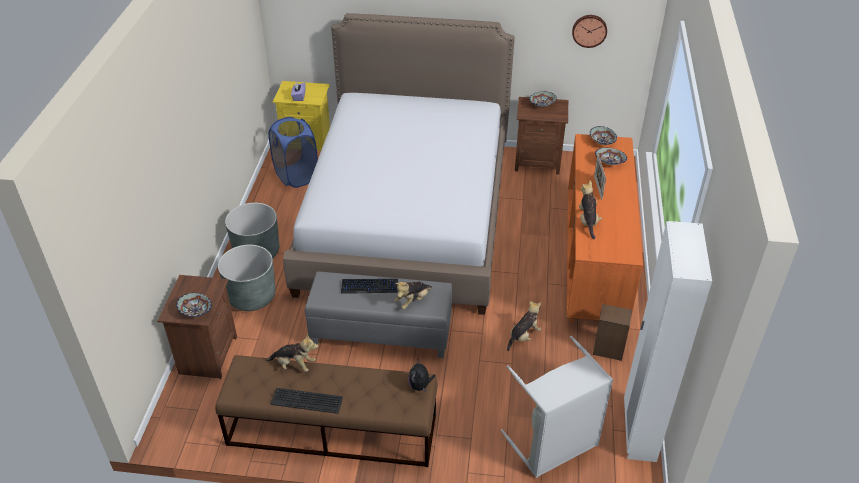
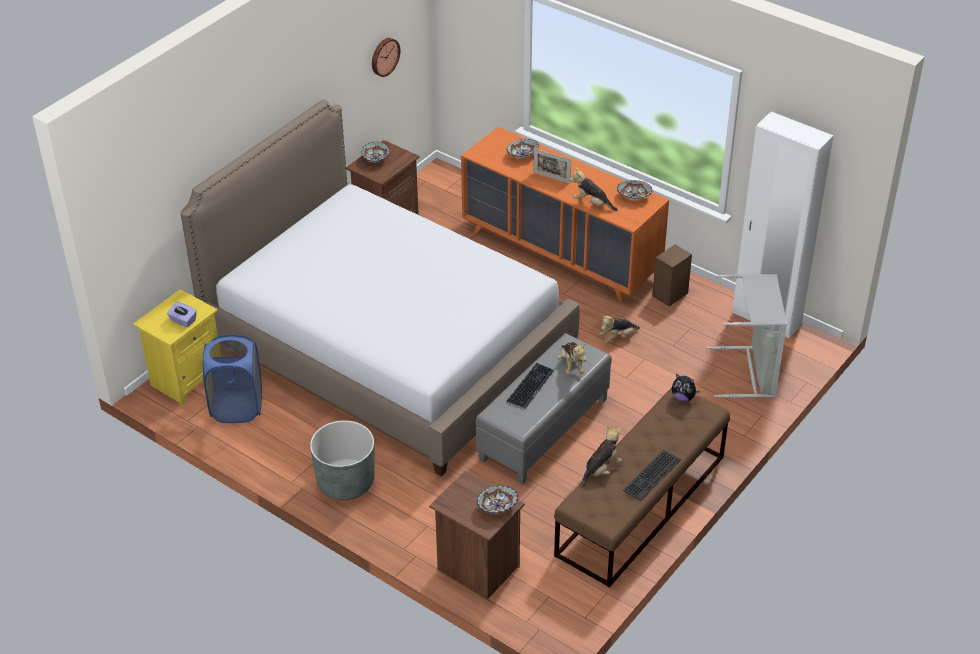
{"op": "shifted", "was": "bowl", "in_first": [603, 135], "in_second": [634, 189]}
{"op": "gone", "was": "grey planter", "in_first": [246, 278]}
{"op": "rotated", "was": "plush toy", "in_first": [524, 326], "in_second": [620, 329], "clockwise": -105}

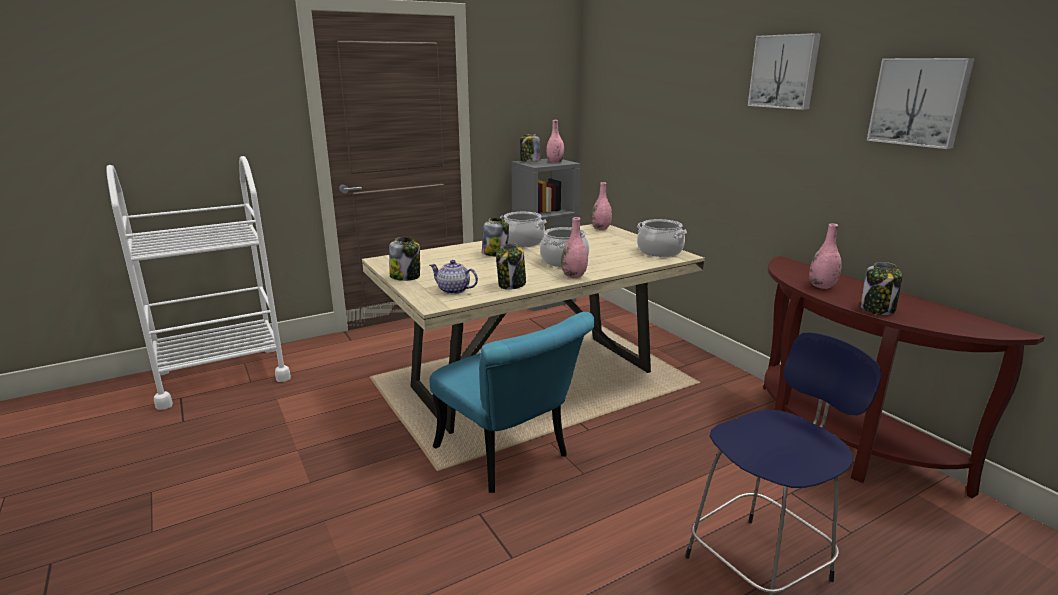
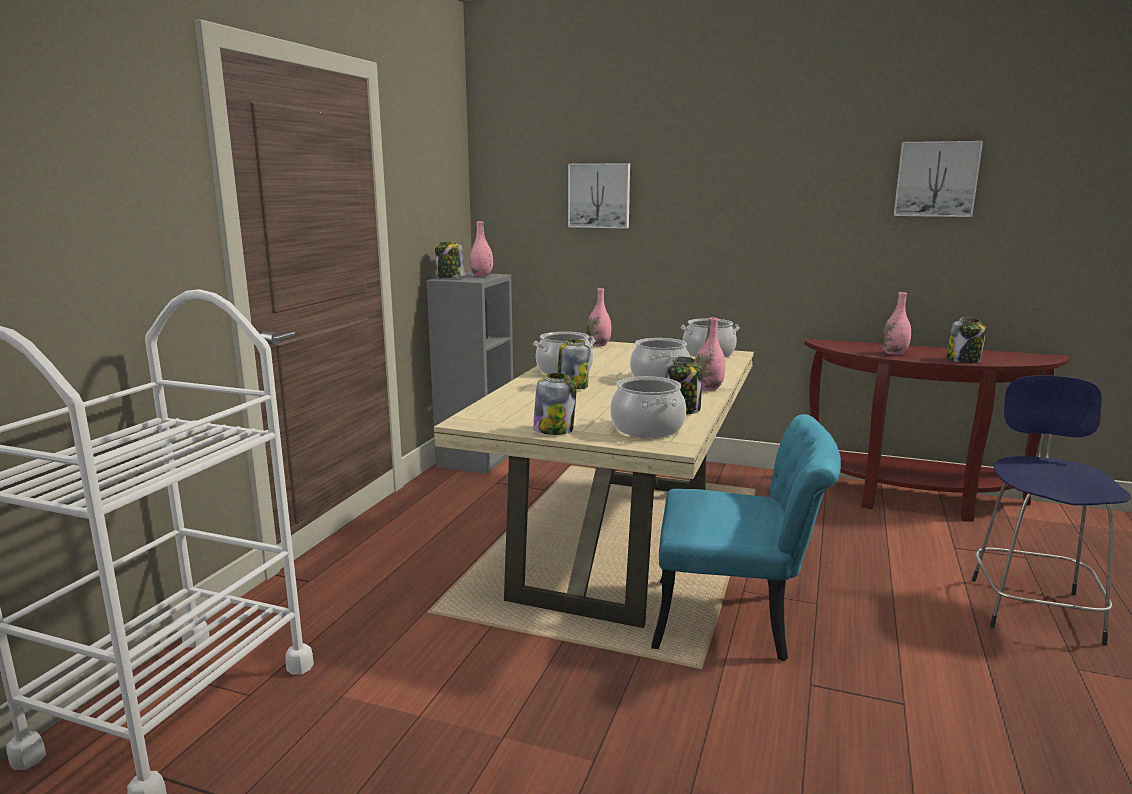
{"op": "shifted", "was": "picture", "in_first": [784, 71], "in_second": [599, 196]}
{"op": "swapped", "was": "teapot", "now": "cooking pot", "in_first": [454, 277], "in_second": [648, 407]}

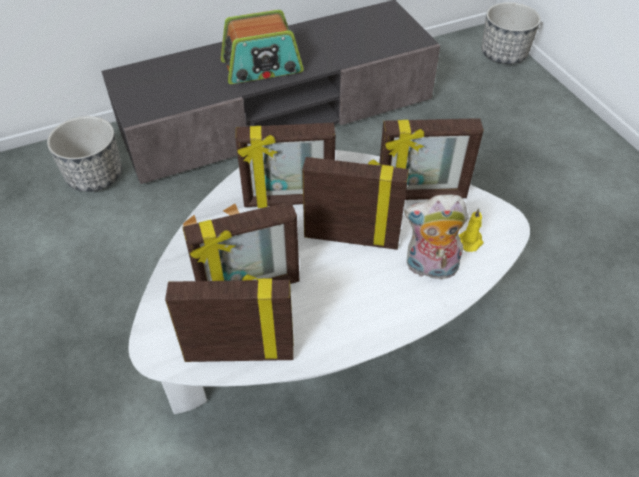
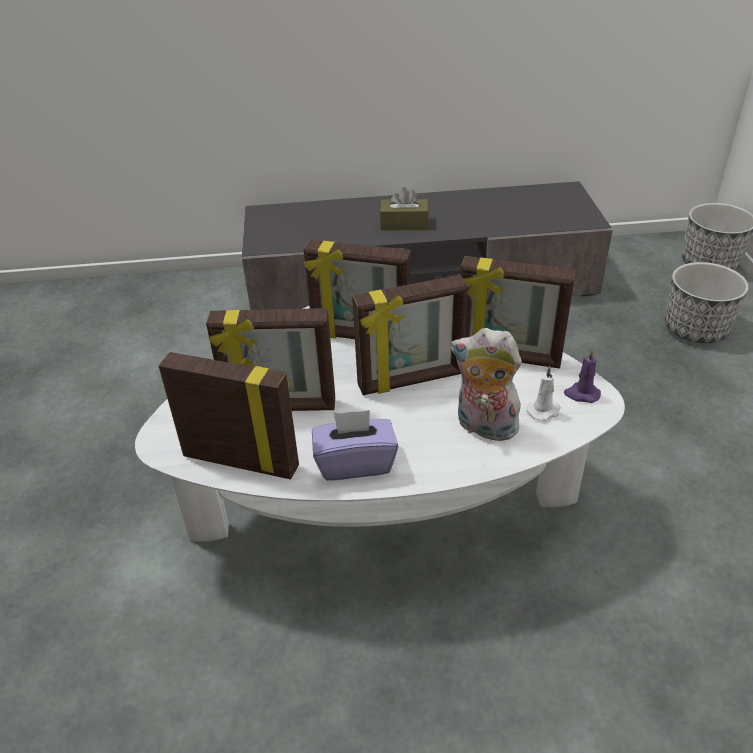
{"op": "swapped", "was": "radio", "now": "brown tissue box", "in_first": [262, 47], "in_second": [404, 208]}
{"op": "shifted", "was": "planter", "in_first": [84, 154], "in_second": [707, 302]}
{"op": "rotated", "was": "picture frame", "in_first": [355, 203], "in_second": [410, 335], "clockwise": 135}
{"op": "repainted", "was": "yellow candle", "now": "white candle", "in_first": [471, 230], "in_second": [543, 393]}
{"op": "new", "now": "purple candle", "in_second": [582, 376]}
{"op": "new", "now": "purple tissue box", "in_second": [355, 445]}

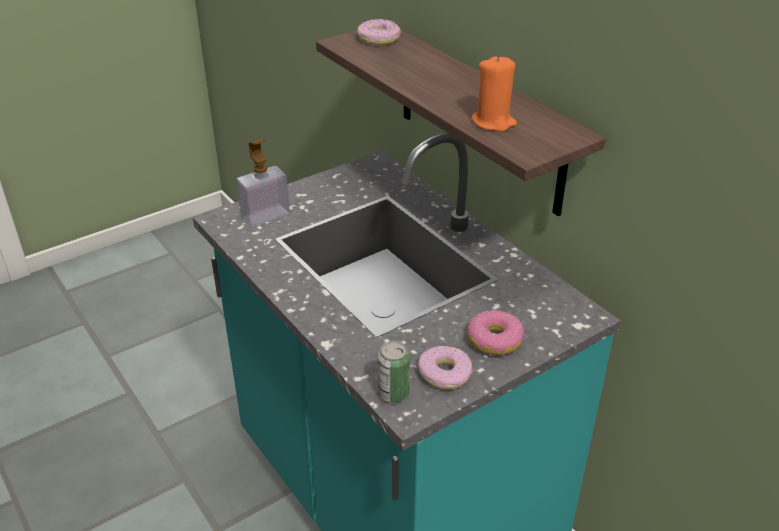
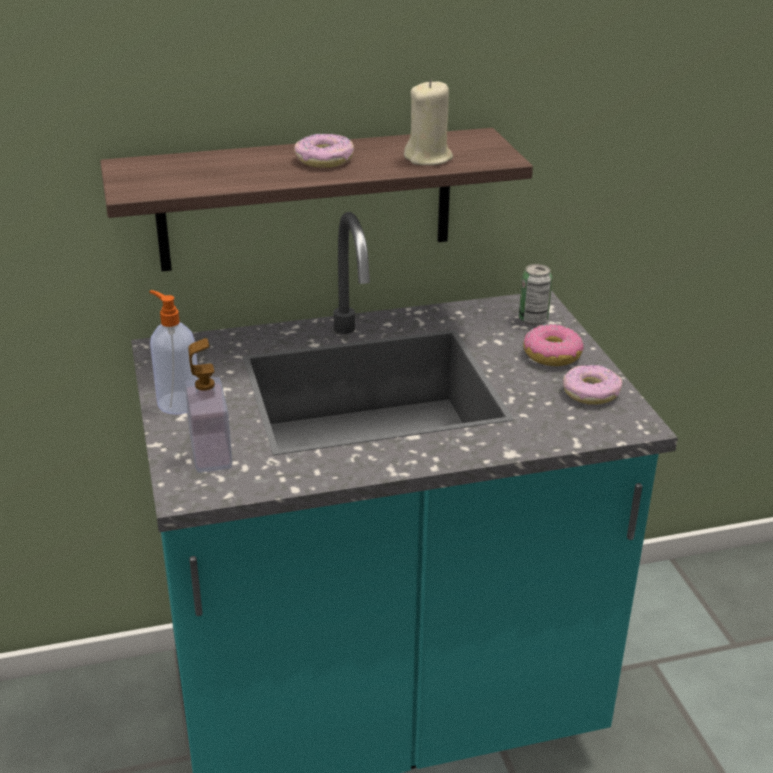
{"op": "shifted", "was": "donut", "in_first": [379, 32], "in_second": [324, 151]}
{"op": "repainted", "was": "orange candle", "now": "beige candle", "in_first": [494, 93], "in_second": [428, 122]}
{"op": "shifted", "was": "can", "in_first": [393, 372], "in_second": [535, 294]}
{"op": "new", "now": "soap dispenser", "in_second": [174, 352]}

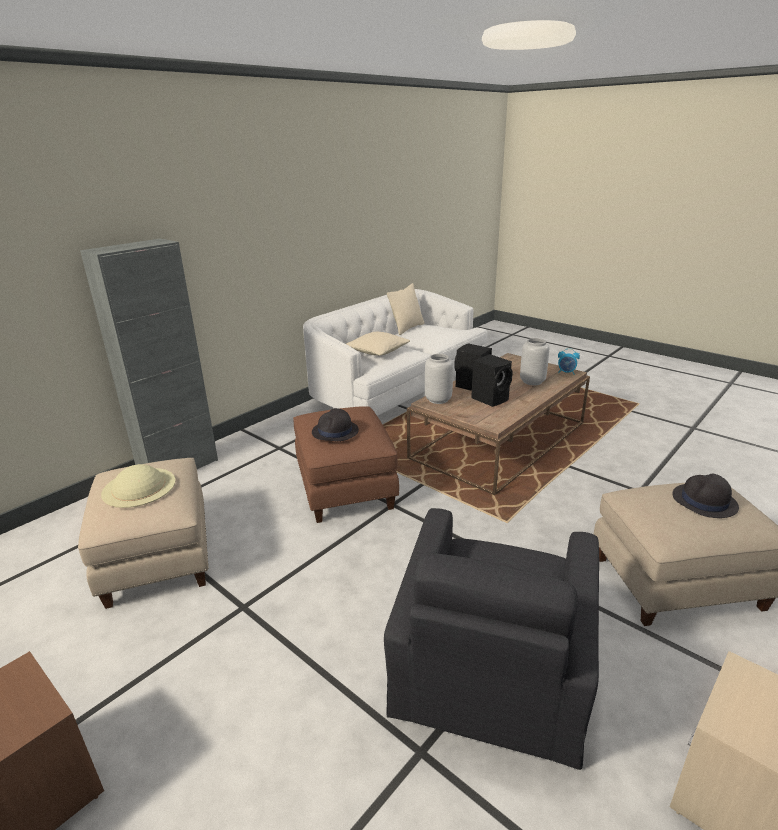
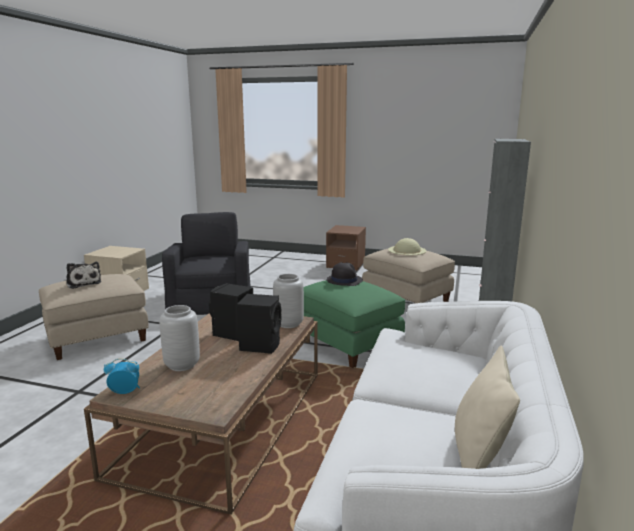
{"op": "gone", "was": "beige pillow", "in_first": [378, 344]}
{"op": "repainted", "was": "brown ottoman", "now": "green ottoman", "in_first": [346, 464], "in_second": [354, 324]}
{"op": "swapped", "was": "black hat", "now": "plush toy", "in_first": [705, 495], "in_second": [84, 275]}

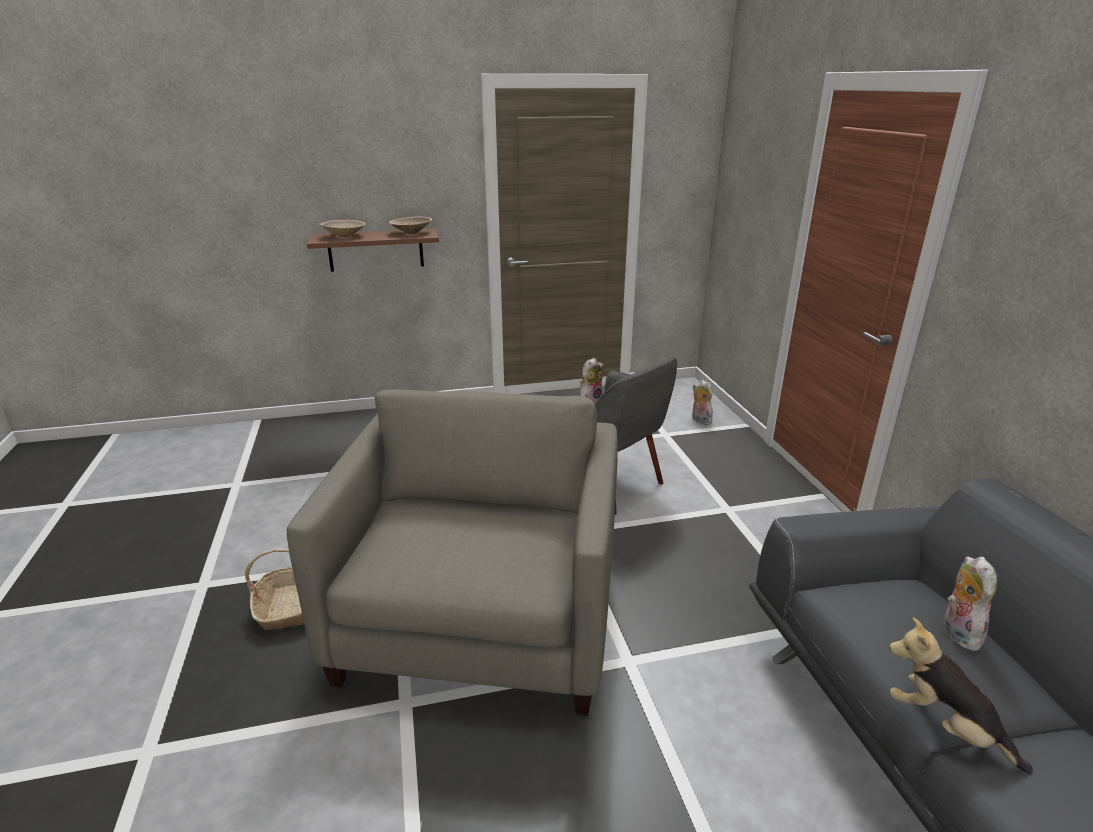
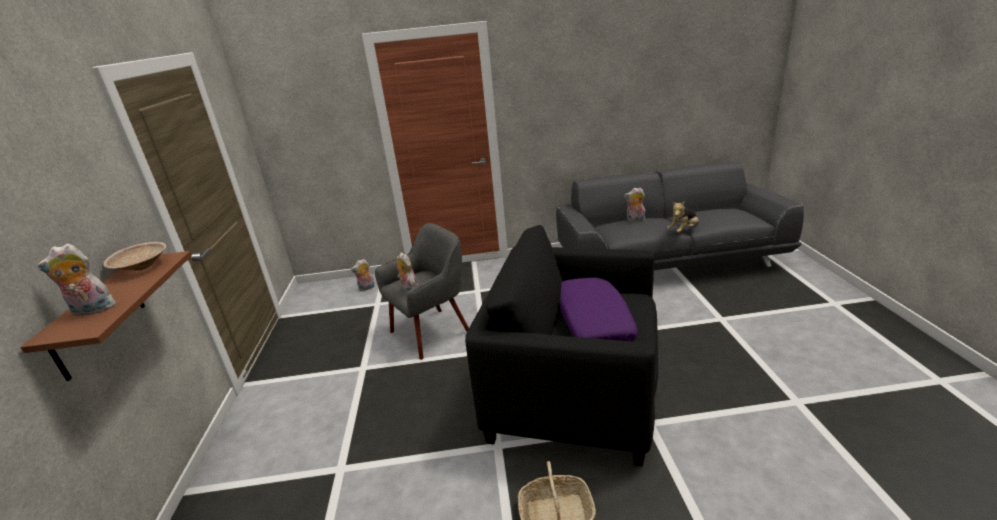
{"op": "swapped", "was": "beige bowl", "now": "plush toy", "in_first": [343, 228], "in_second": [77, 280]}
{"op": "repainted", "was": "beige armchair", "now": "black armchair", "in_first": [452, 553], "in_second": [561, 345]}
{"op": "new", "now": "purple pillow", "in_second": [599, 309]}

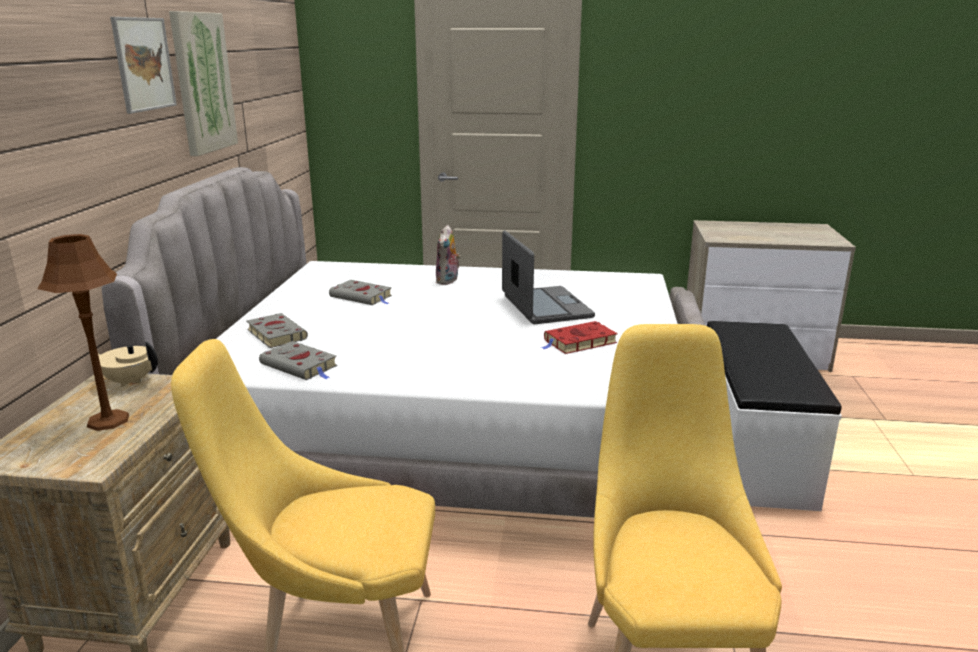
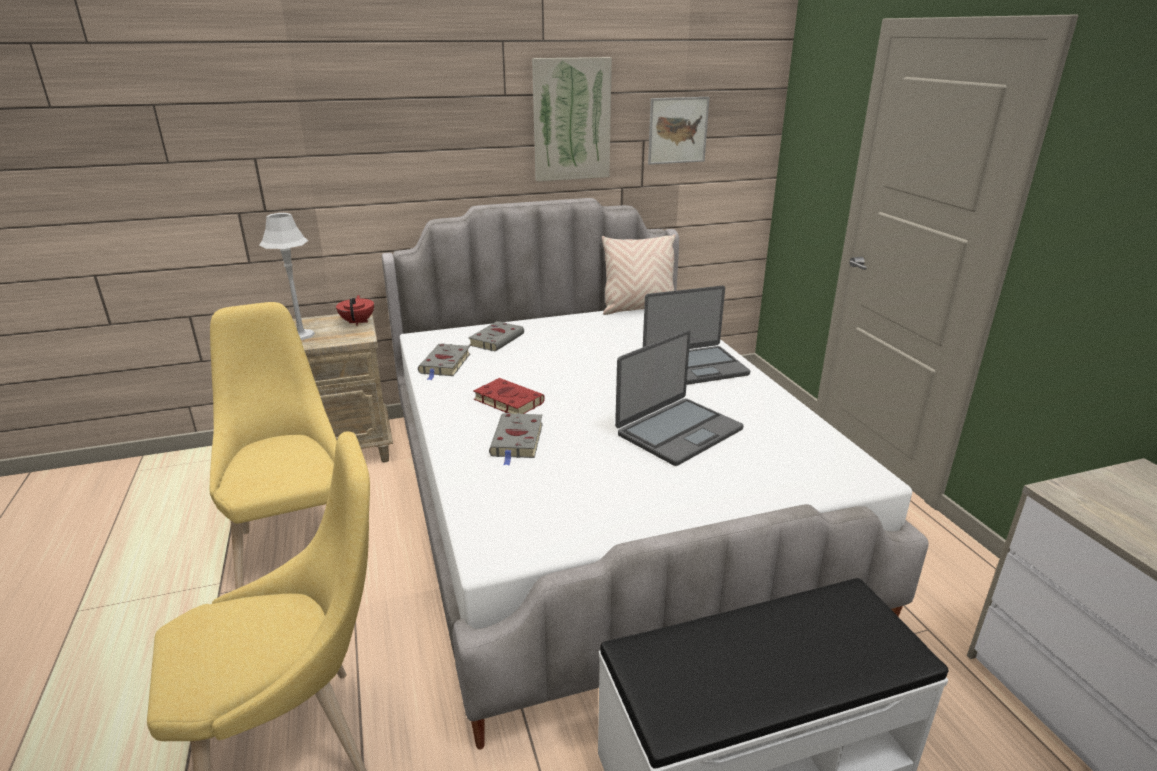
{"op": "shifted", "was": "picture", "in_first": [143, 65], "in_second": [679, 131]}
{"op": "swapped", "was": "plush toy", "now": "laptop", "in_first": [448, 255], "in_second": [696, 335]}
{"op": "repainted", "was": "brown table lamp", "now": "grey table lamp", "in_first": [83, 332], "in_second": [287, 276]}
{"op": "shifted", "was": "grey book", "in_first": [360, 292], "in_second": [516, 439]}
{"op": "shifted", "was": "red book", "in_first": [579, 337], "in_second": [509, 396]}
{"op": "repainted", "was": "beige teapot", "now": "red teapot", "in_first": [128, 364], "in_second": [355, 310]}
{"op": "new", "now": "beige pillow", "in_second": [638, 274]}

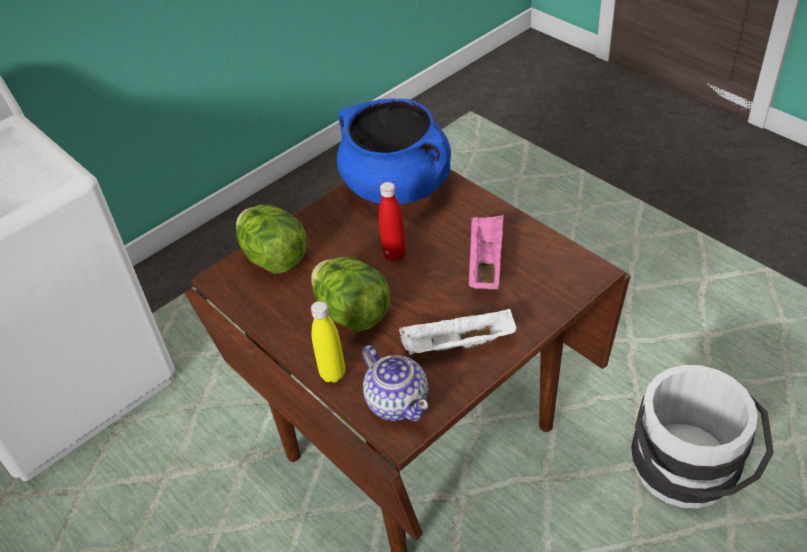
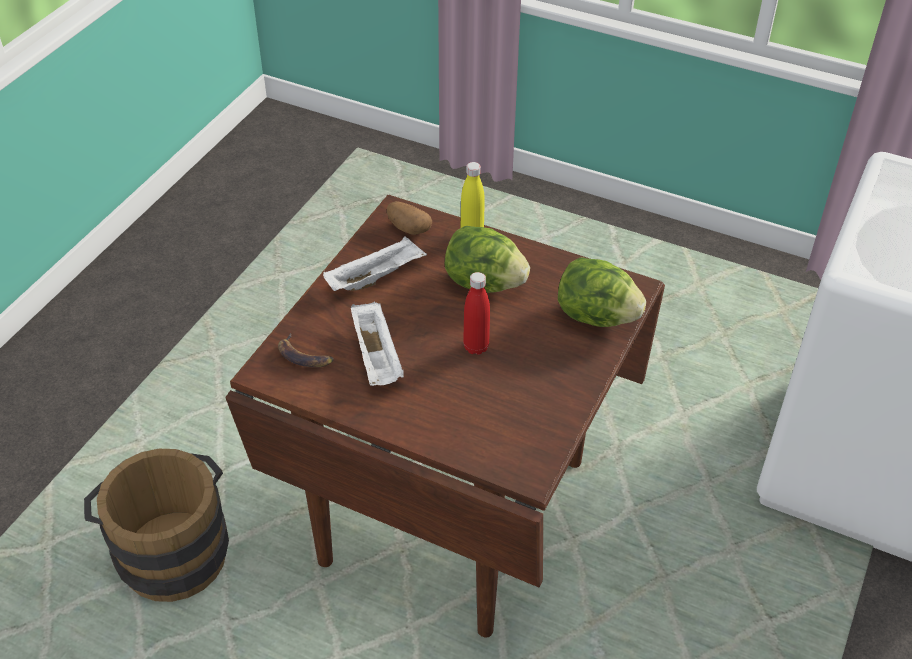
{"op": "gone", "was": "blue cooking pot", "in_first": [394, 151]}
{"op": "repainted", "was": "pink tray", "now": "white tray", "in_first": [486, 252], "in_second": [377, 344]}
{"op": "swapped", "was": "teapot", "now": "potato", "in_first": [395, 383], "in_second": [409, 218]}
{"op": "repainted", "was": "white bucket", "now": "brown bucket", "in_first": [702, 436], "in_second": [156, 525]}
{"op": "new", "now": "banana", "in_second": [306, 350]}

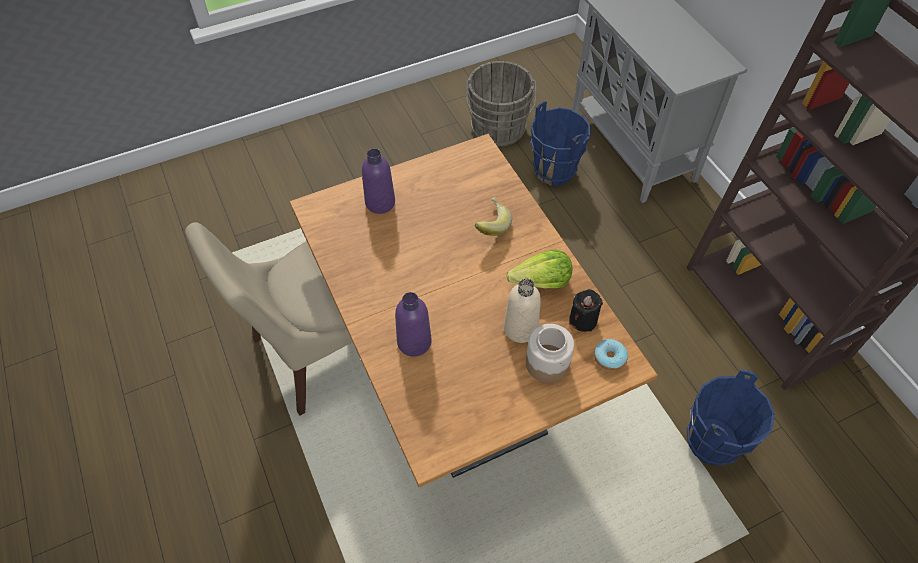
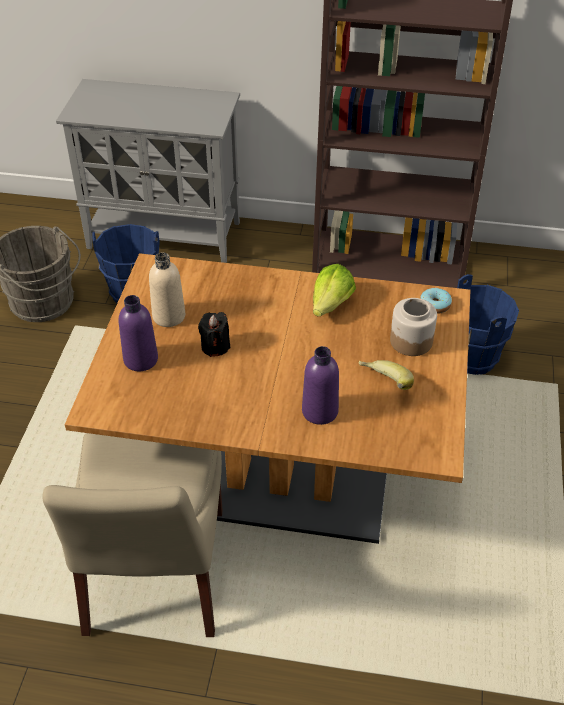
{"op": "shifted", "was": "banana", "in_first": [493, 216], "in_second": [386, 375]}
{"op": "shifted", "was": "beige bottle", "in_first": [522, 310], "in_second": [167, 289]}
{"op": "shifted", "was": "black candle", "in_first": [586, 310], "in_second": [214, 334]}

